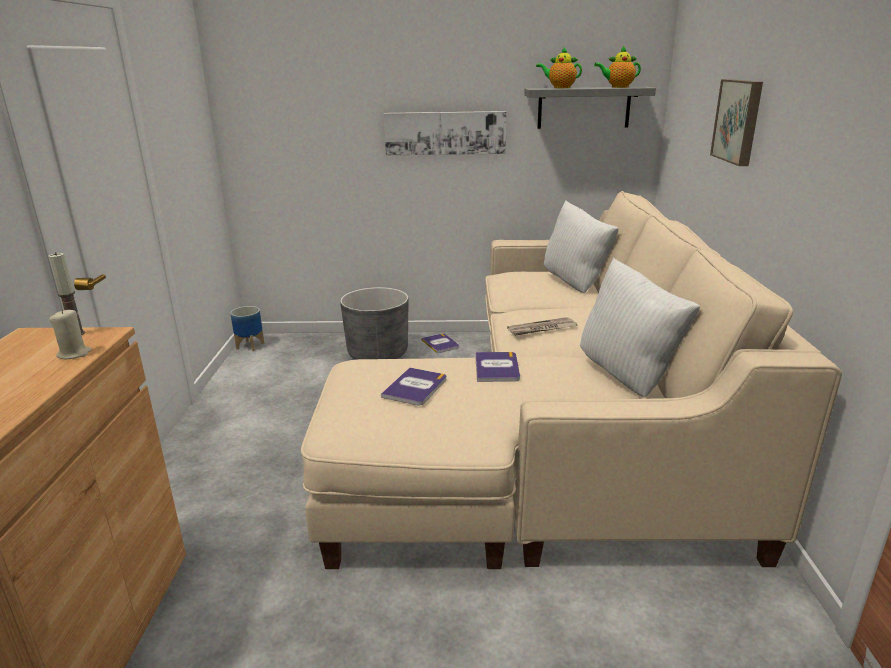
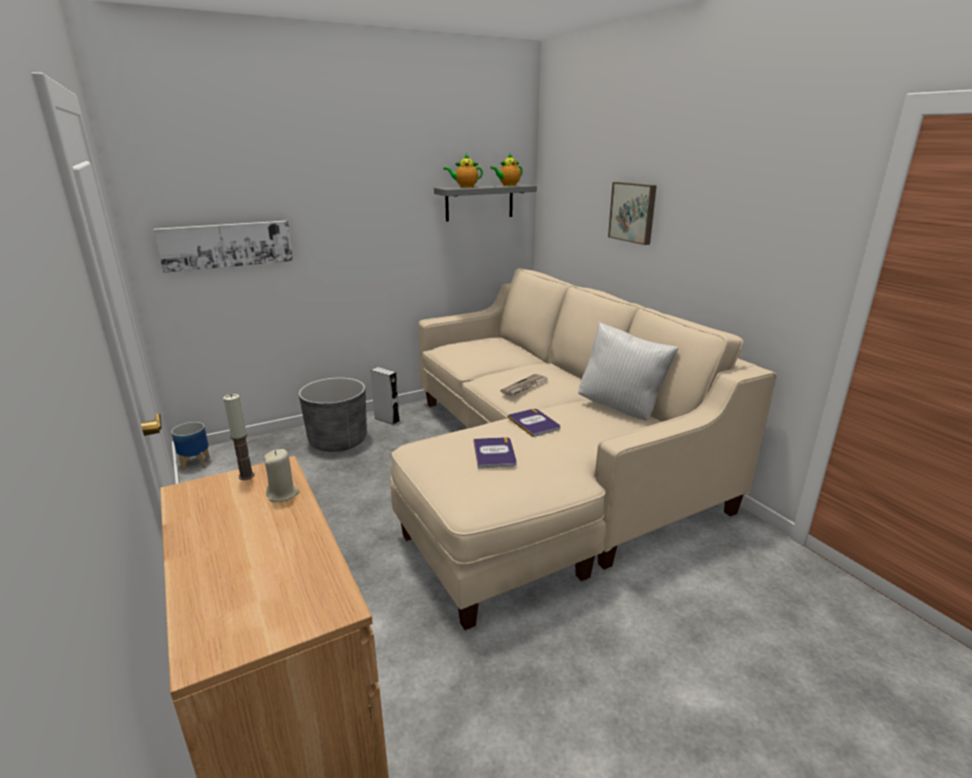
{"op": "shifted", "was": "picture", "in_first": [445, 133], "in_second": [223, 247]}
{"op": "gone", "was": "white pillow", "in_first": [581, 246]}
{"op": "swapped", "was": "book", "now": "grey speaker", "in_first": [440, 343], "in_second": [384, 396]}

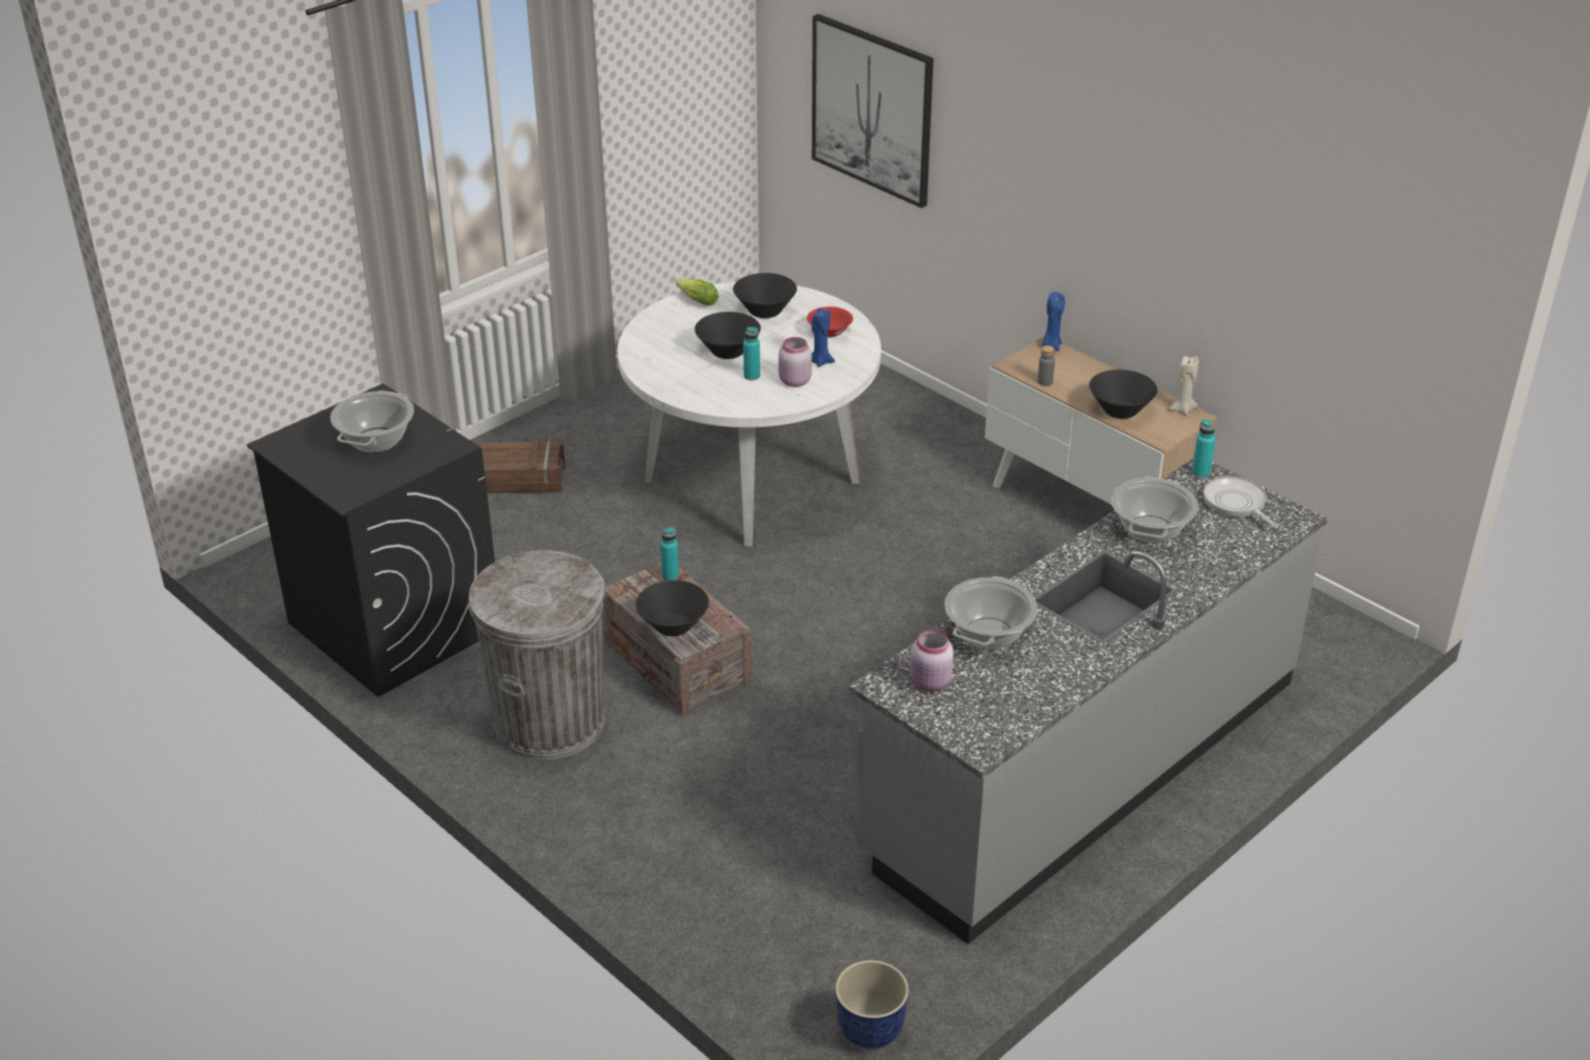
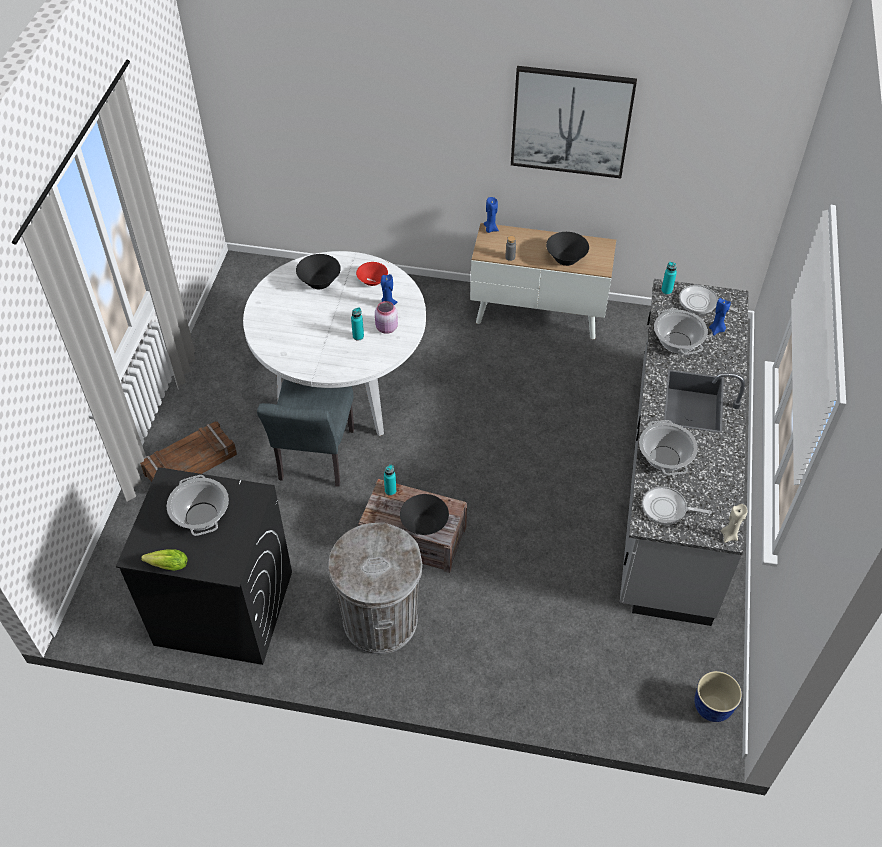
{"op": "shifted", "was": "picture", "in_first": [873, 111], "in_second": [574, 122]}
{"op": "shifted", "was": "lettuce", "in_first": [697, 292], "in_second": [164, 560]}
{"op": "gone", "was": "black bowl", "in_first": [728, 335]}
{"op": "shifted", "was": "beige candle", "in_first": [1184, 385], "in_second": [734, 523]}
{"op": "swapped", "was": "pink jar", "now": "frying pan", "in_first": [931, 661], "in_second": [677, 505]}
{"op": "new", "now": "blue candle", "in_second": [720, 317]}
{"op": "new", "now": "grey chair", "in_second": [305, 433]}

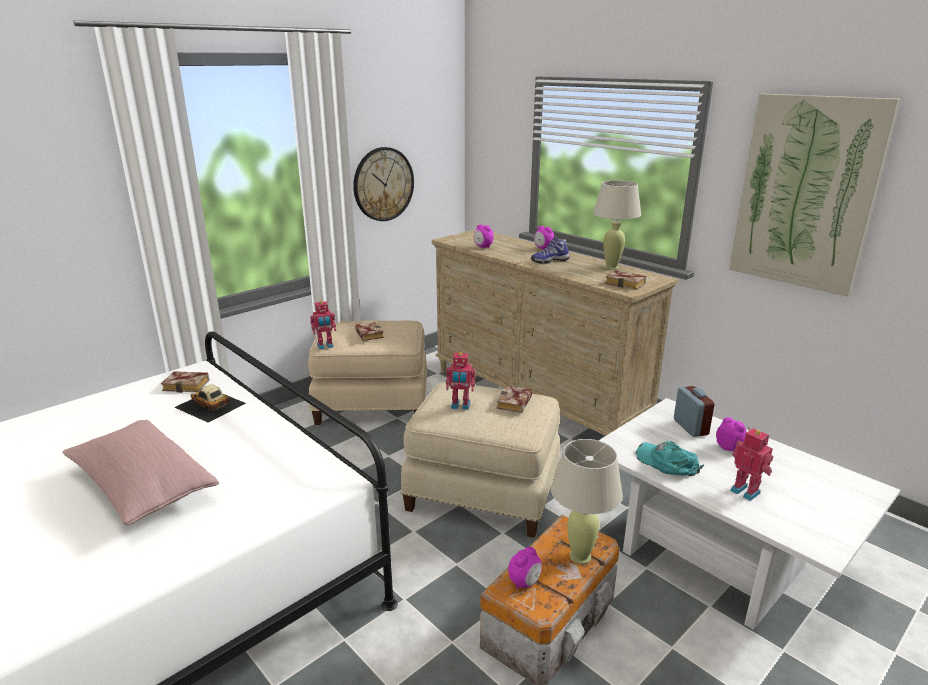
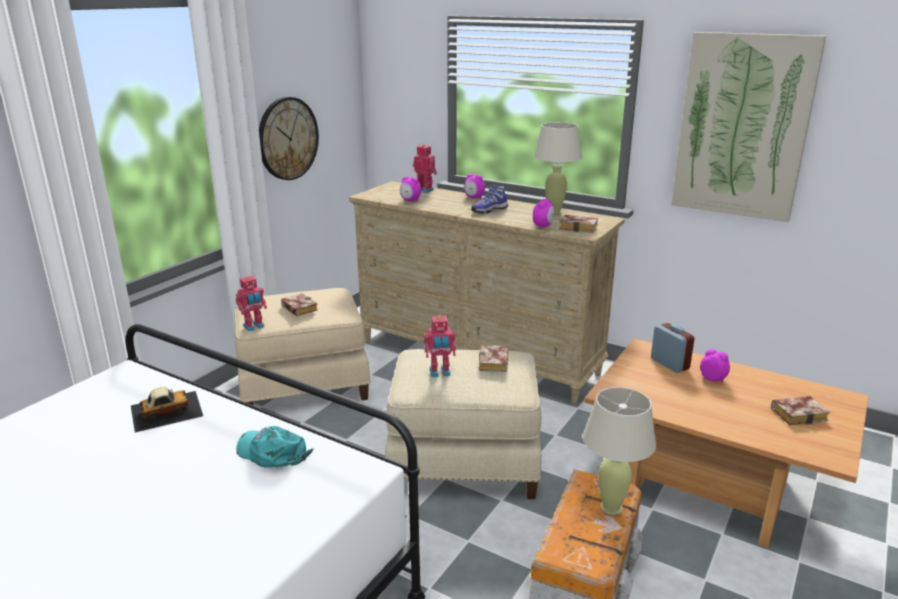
{"op": "shifted", "was": "book", "in_first": [185, 382], "in_second": [800, 410]}
{"op": "rotated", "was": "toy car", "in_first": [210, 403], "in_second": [167, 409], "clockwise": 135}
{"op": "repainted", "was": "white coffee table", "now": "brown coffee table", "in_first": [749, 514], "in_second": [726, 443]}
{"op": "gone", "was": "pink pillow", "in_first": [140, 472]}
{"op": "shifted", "was": "toy robot", "in_first": [751, 464], "in_second": [425, 168]}
{"op": "shifted", "was": "turquoise cap", "in_first": [670, 458], "in_second": [274, 446]}
{"op": "shifted", "was": "alarm clock", "in_first": [525, 568], "in_second": [544, 213]}

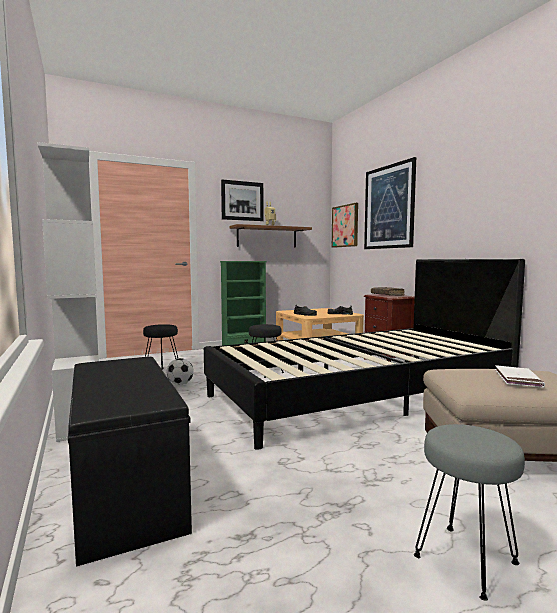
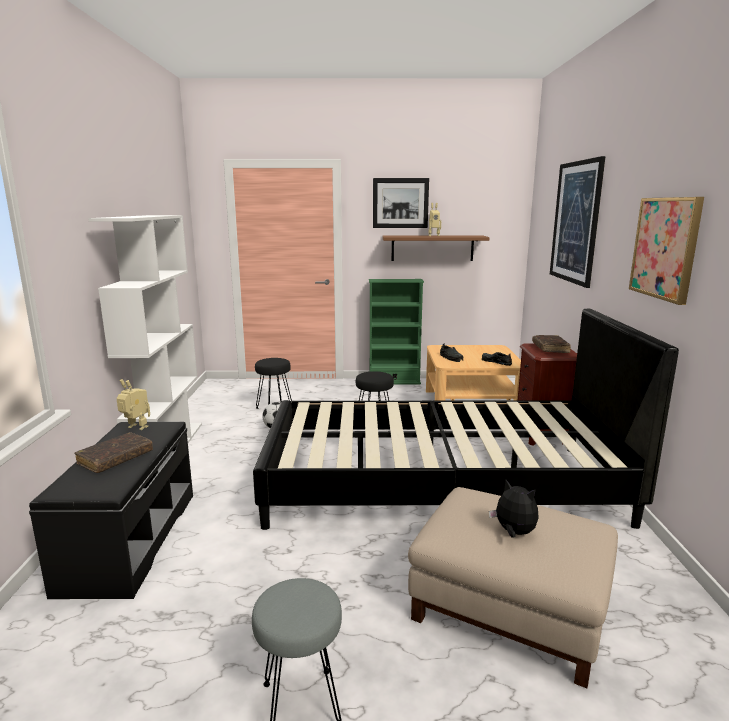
{"op": "shifted", "was": "picture", "in_first": [345, 225], "in_second": [666, 251]}
{"op": "swapped", "was": "white book", "now": "plush toy", "in_first": [520, 376], "in_second": [514, 509]}
{"op": "new", "now": "toy robot", "in_second": [133, 404]}
{"op": "new", "now": "brown book", "in_second": [113, 452]}

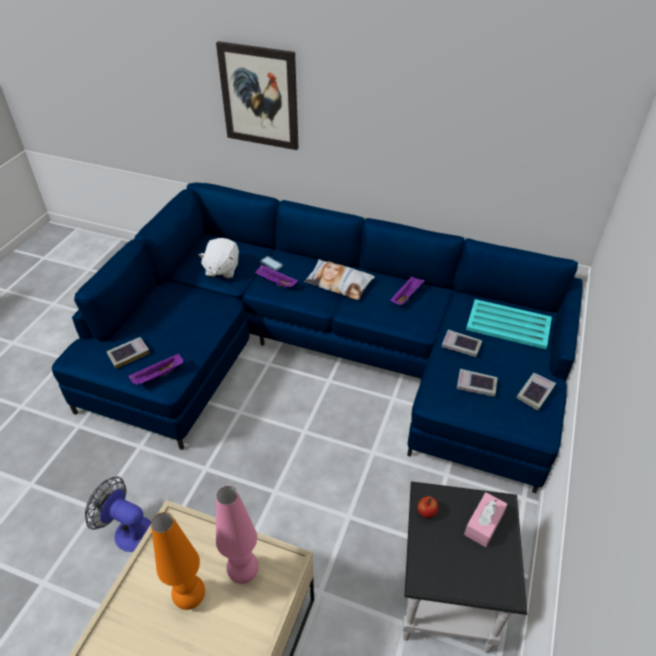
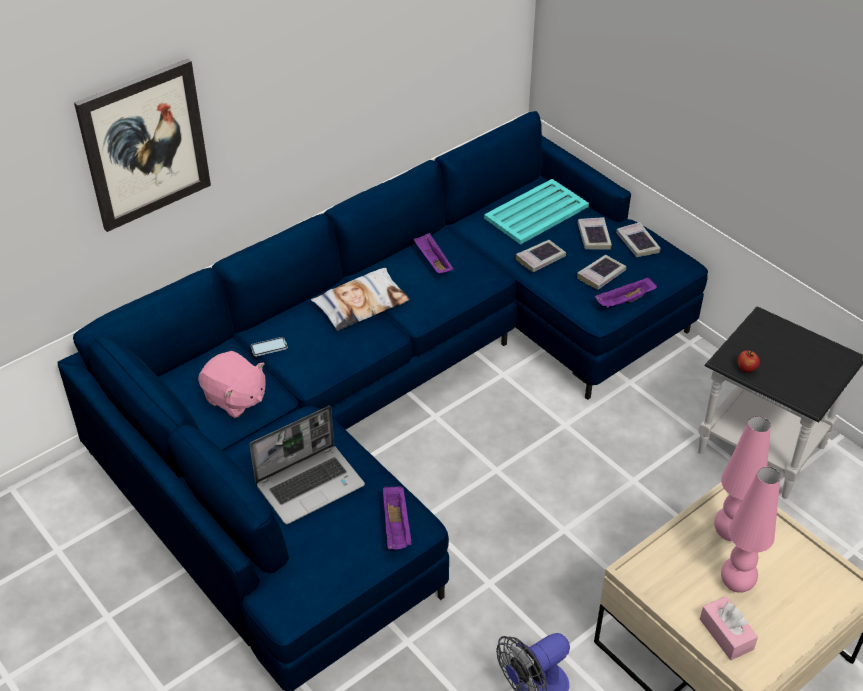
{"op": "repainted", "was": "white plush toy", "now": "pink plush toy", "in_first": [218, 258], "in_second": [232, 384]}
{"op": "shifted", "was": "purple tray", "in_first": [276, 276], "in_second": [626, 292]}
{"op": "shifted", "was": "book", "in_first": [128, 353], "in_second": [595, 233]}
{"op": "shifted", "was": "pink tissue box", "in_first": [485, 519], "in_second": [729, 628]}
{"op": "repainted", "was": "orange table lamp", "now": "pink table lamp", "in_first": [178, 561], "in_second": [751, 530]}
{"op": "new", "now": "laptop", "in_second": [307, 465]}

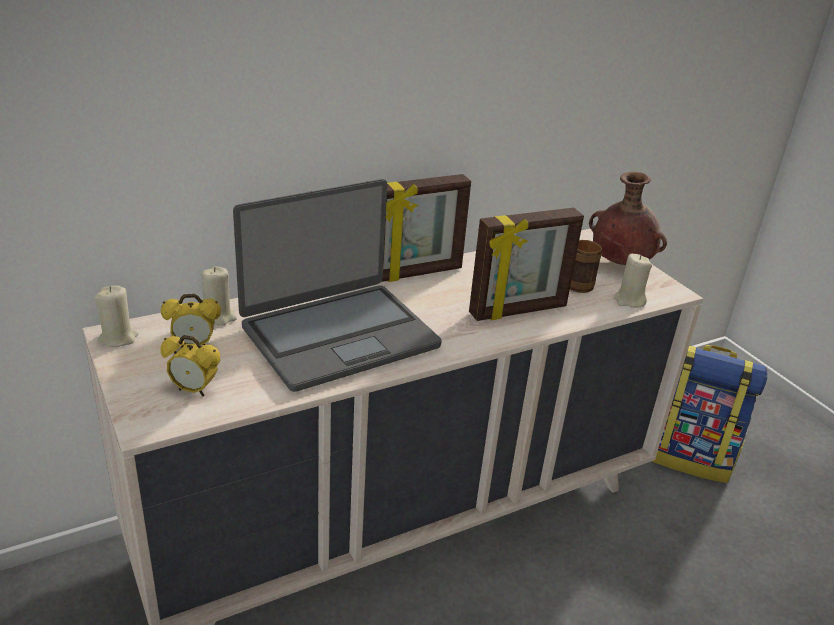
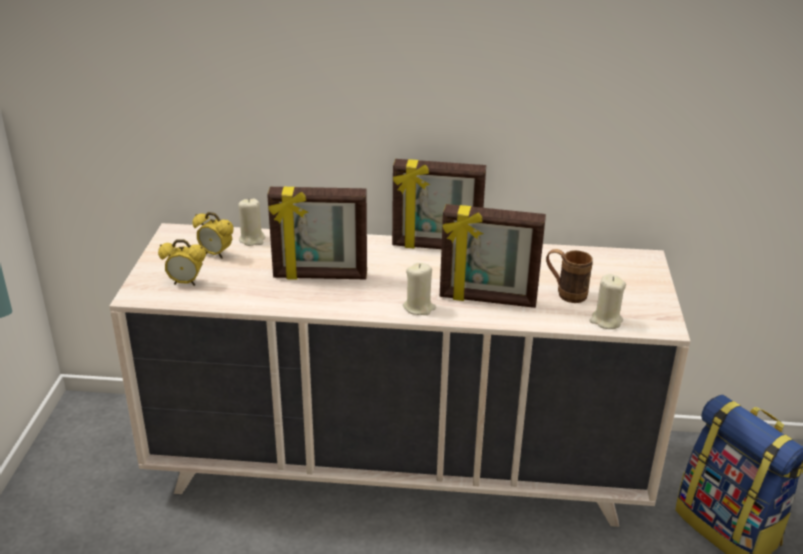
{"op": "gone", "was": "brown vase", "in_first": [628, 218]}
{"op": "swapped", "was": "laptop", "now": "picture frame", "in_first": [337, 285], "in_second": [317, 233]}
{"op": "shifted", "was": "beige candle", "in_first": [116, 316], "in_second": [419, 289]}
{"op": "rotated", "was": "alarm clock", "in_first": [190, 365], "in_second": [182, 263], "clockwise": -45}

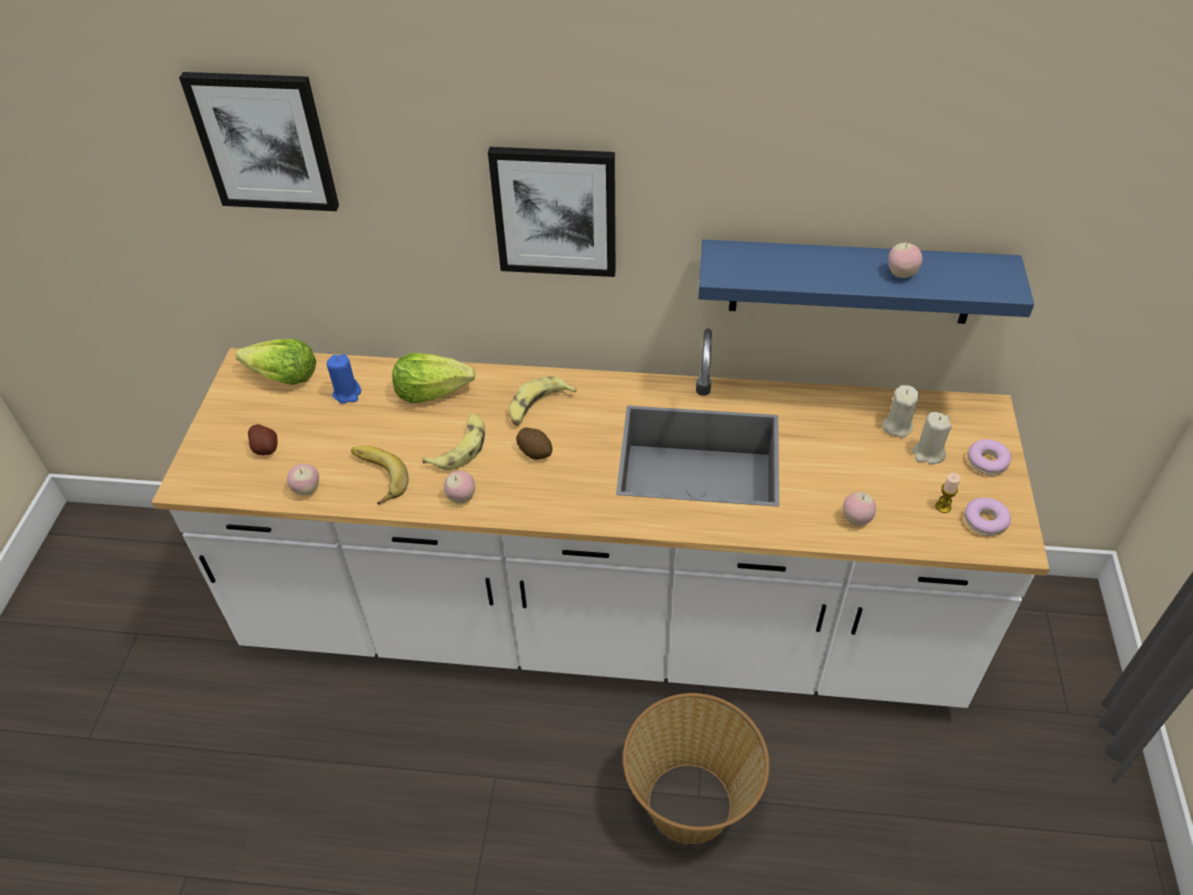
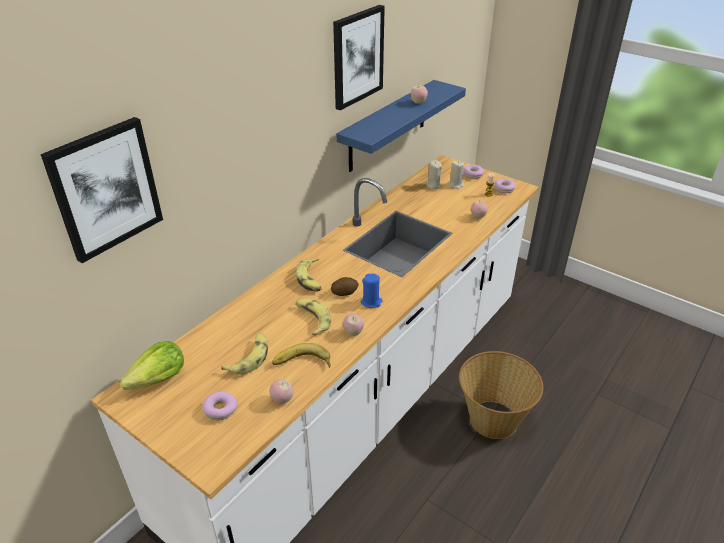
{"op": "shifted", "was": "picture", "in_first": [552, 212], "in_second": [359, 58]}
{"op": "gone", "was": "lettuce", "in_first": [434, 378]}
{"op": "shifted", "was": "blue candle", "in_first": [344, 379], "in_second": [371, 291]}
{"op": "swapped", "was": "potato", "now": "donut", "in_first": [263, 439], "in_second": [219, 406]}
{"op": "new", "now": "banana", "in_second": [244, 354]}

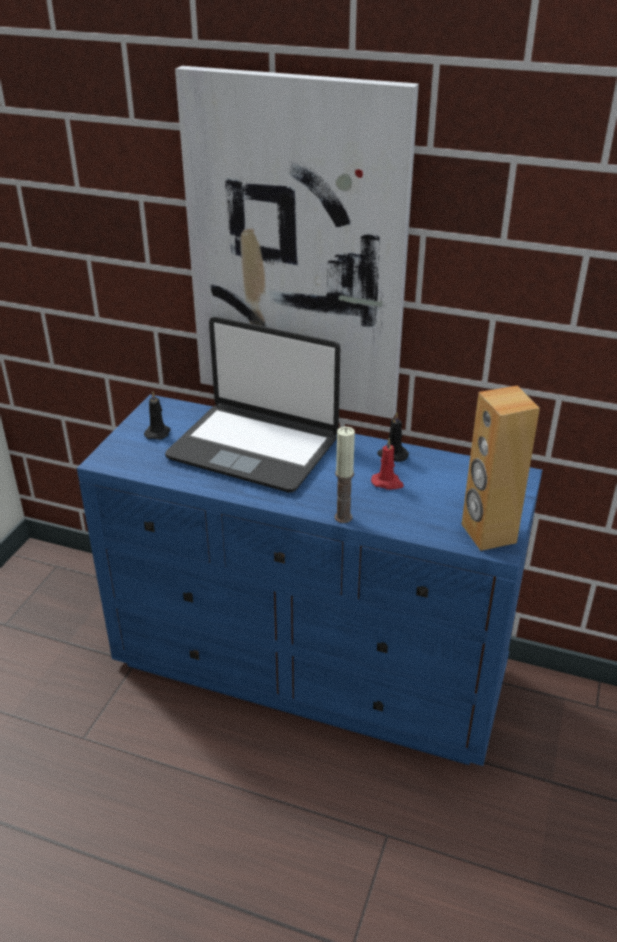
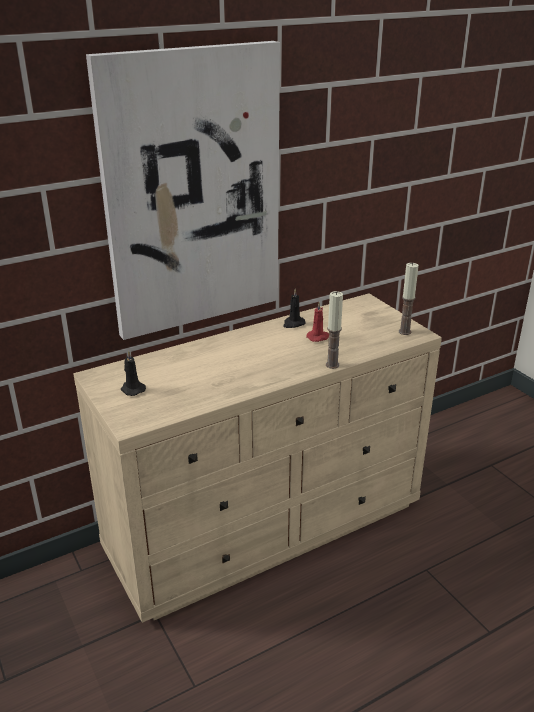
{"op": "gone", "was": "laptop", "in_first": [253, 404]}
{"op": "swapped", "was": "brown speaker", "now": "candle", "in_first": [500, 468], "in_second": [409, 298]}
{"op": "repainted", "was": "blue dresser", "now": "beige dresser", "in_first": [309, 580], "in_second": [257, 458]}

